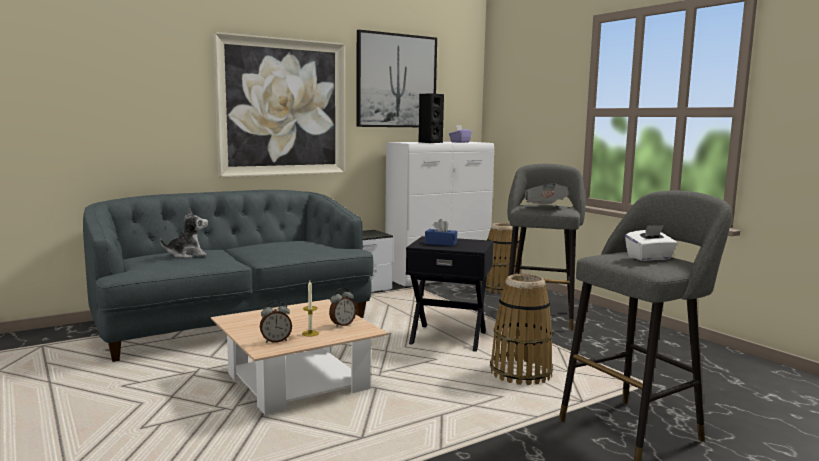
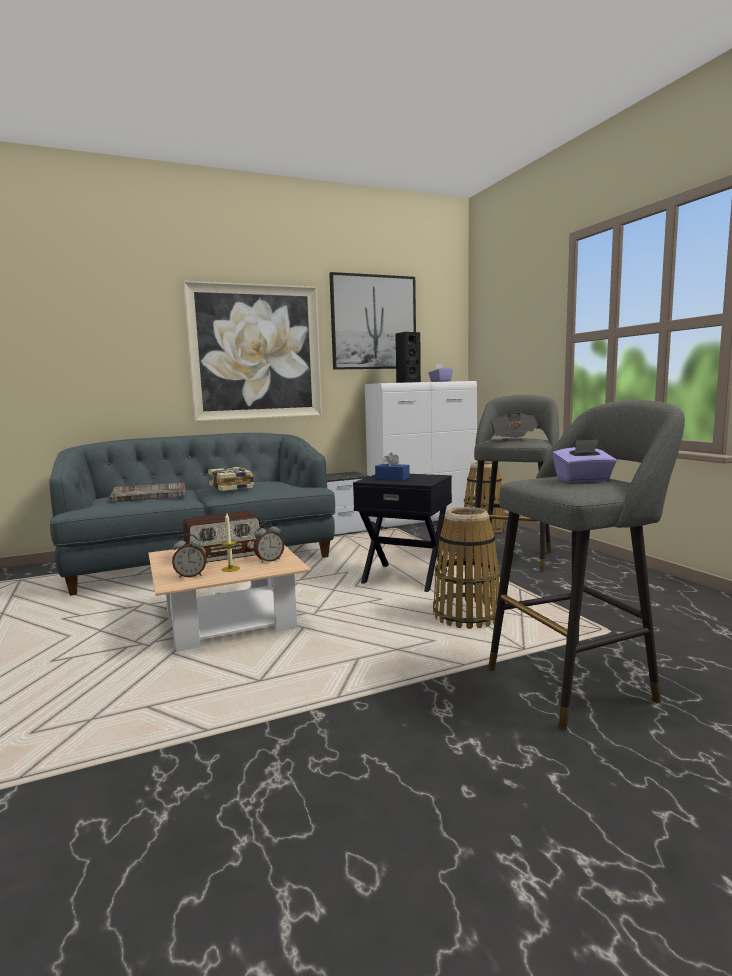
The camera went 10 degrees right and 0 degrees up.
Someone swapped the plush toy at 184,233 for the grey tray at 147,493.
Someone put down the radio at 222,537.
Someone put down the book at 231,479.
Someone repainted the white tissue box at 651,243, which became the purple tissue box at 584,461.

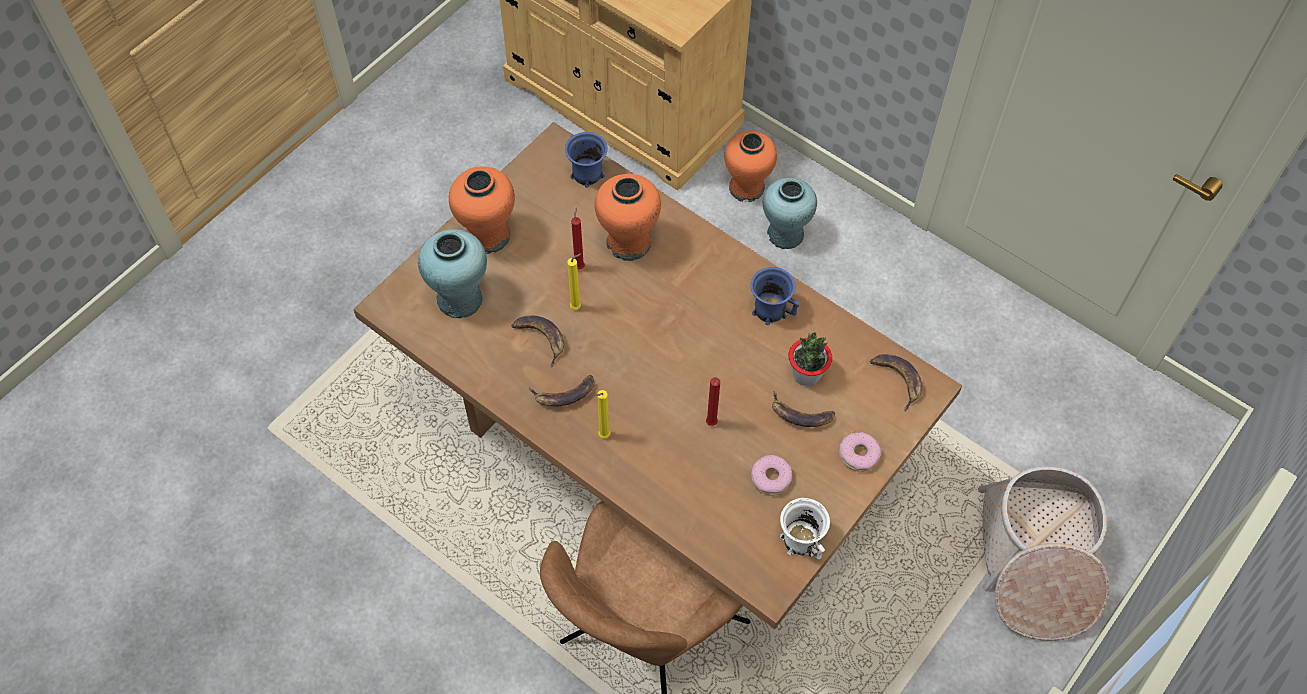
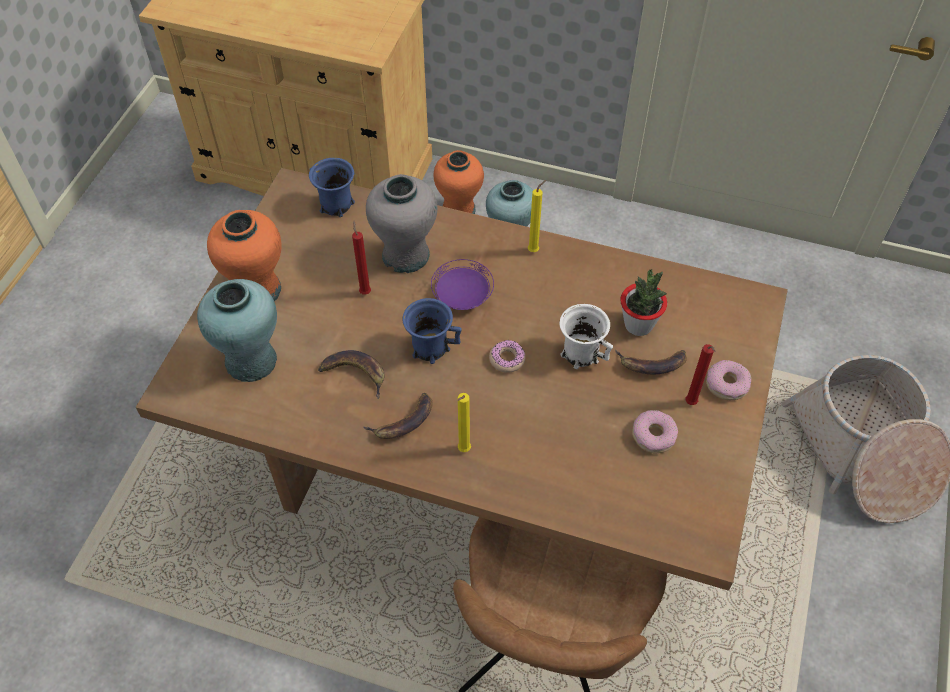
The camera went 20 degrees left and 5 degrees down.
Someone repainted the orange vase at 628,217, which became the grey vase at 402,223.
Someone carried the blue mug from 775,296 to 432,331.
Someone put down the purple plate at 462,284.
Someone put down the donut at 507,356.
Someone carried the yellow candle from 574,281 to 537,216.
Someone carried the white mug from 805,529 to 586,336.
Someone carried the red candle from 713,401 to 700,374.
Someone took away the banana at 896,382.

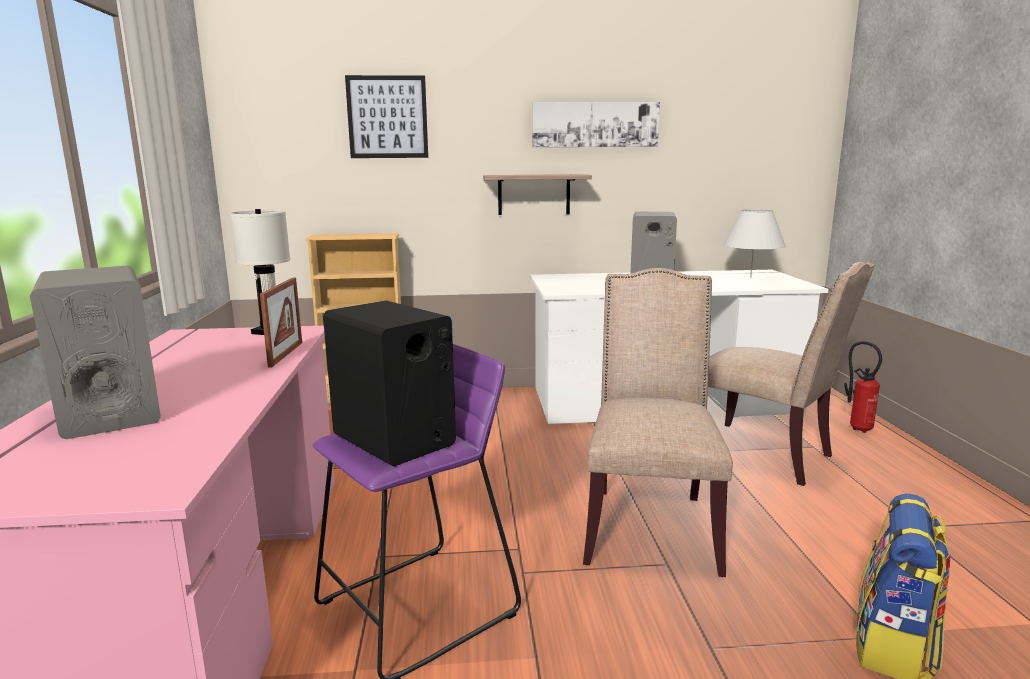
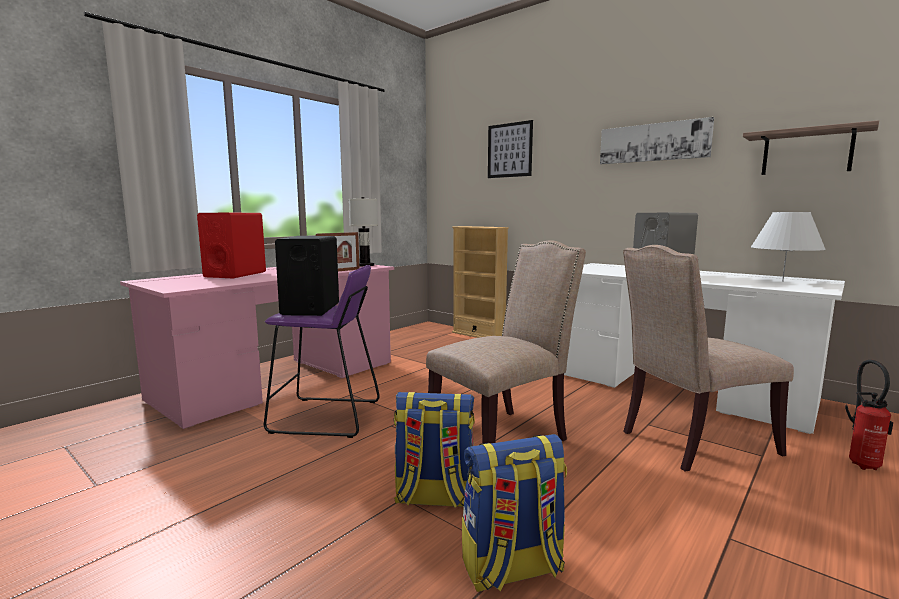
The camera went 45 degrees right and 5 degrees down.
Someone repainted the grey speaker at 95,352, which became the red speaker at 231,245.
Someone put down the backpack at 434,450.
Someone rotated the beige chair at 791,374 by 75 degrees clockwise.
Someone carried the shelf from 537,194 to 811,147.

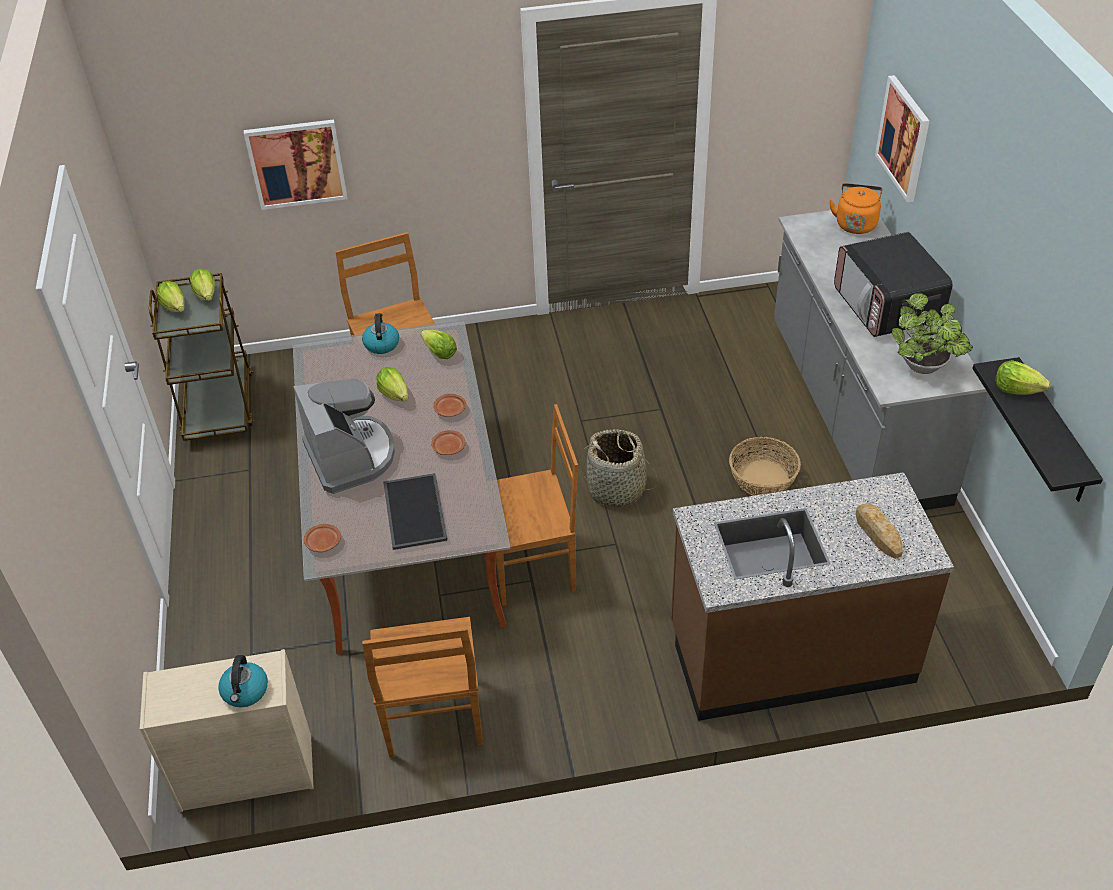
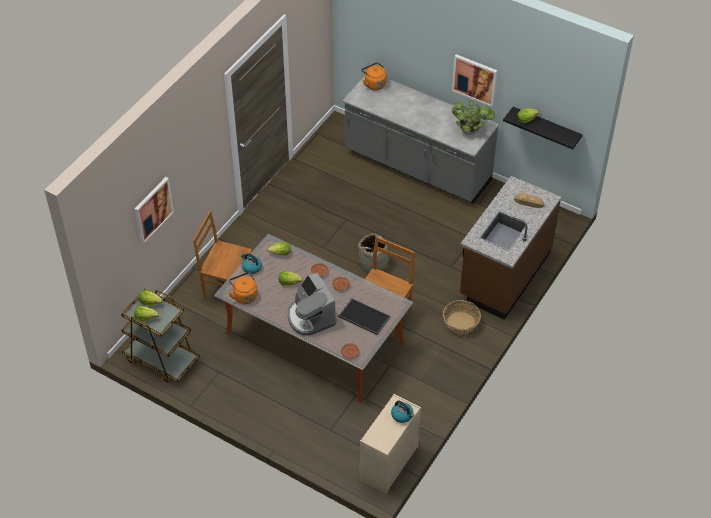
The camera went 50 degrees left and 5 degrees up.
Someone put down the orange kettle at 243,288.
Someone rotated the coffee machine at 344,436 by 135 degrees counterclockwise.
Someone carried the basket from 765,466 to 462,317.
Someone carried the picture from 902,138 to 474,80.
Someone took away the brown chair at 422,687.
Someone took away the microwave at 893,284.

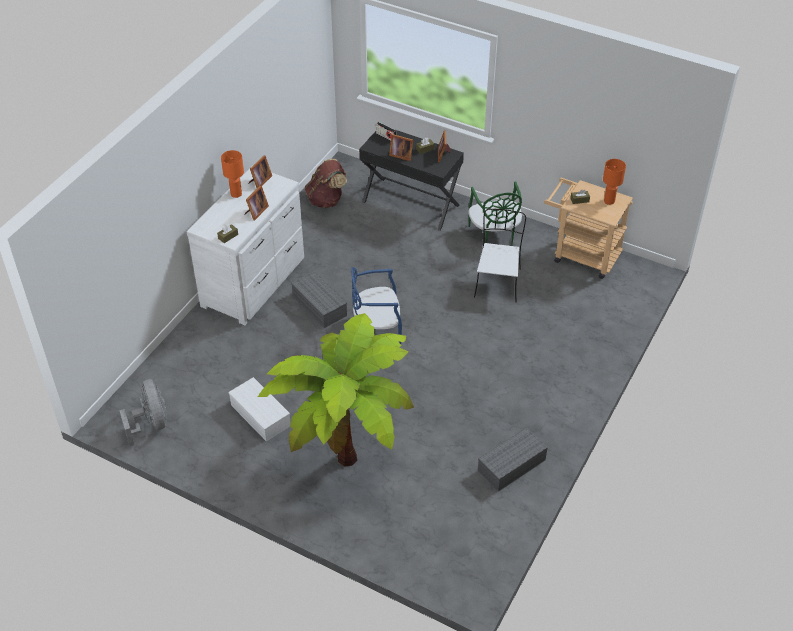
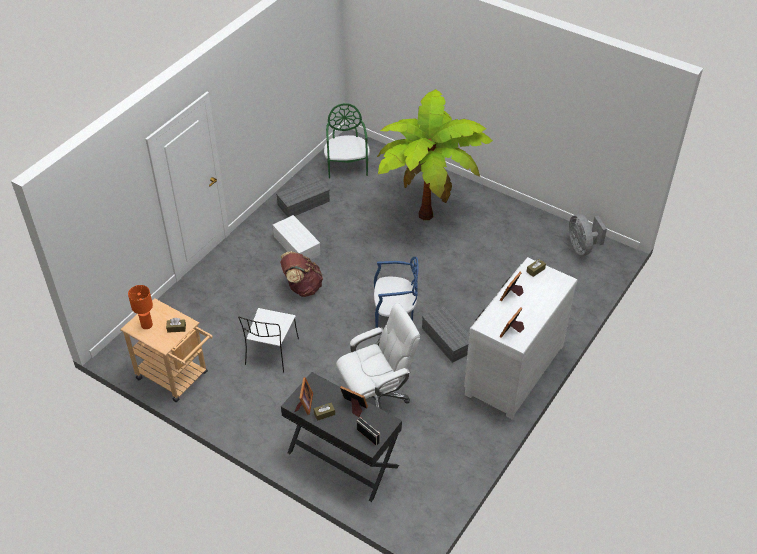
The camera went 175 degrees left and 0 degrees up.
Someone carried the white storage box from 259,409 to 296,237.
Someone carried the brown backpack from 326,183 to 301,274.
Someone carried the green chair from 495,214 to 347,141.
Someone put down the white office chair at 378,356.
Someone took away the orange table lamp at 232,174.

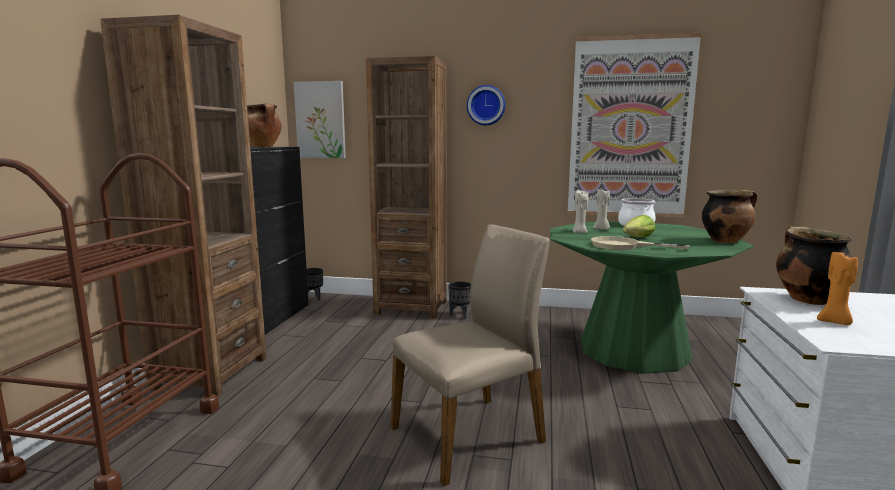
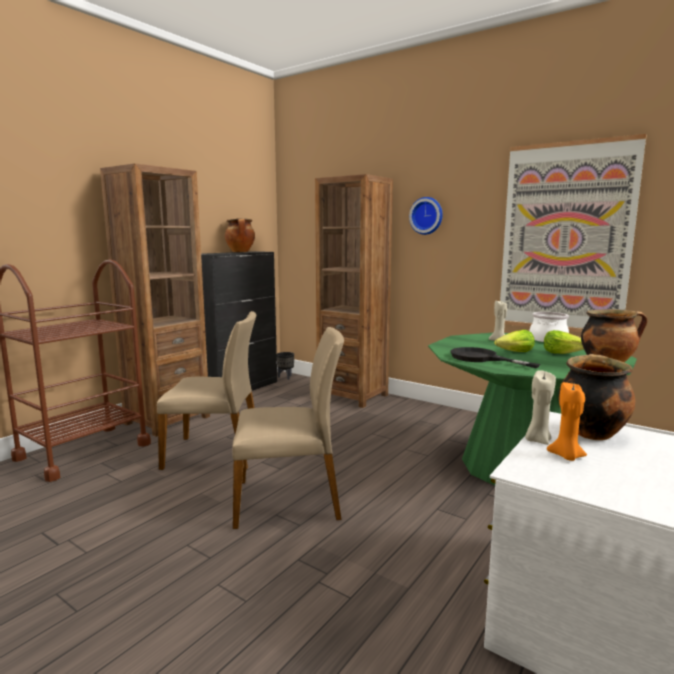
The camera went 25 degrees right and 0 degrees up.
Someone put down the beige chair at 206,390.
Someone repainted the beige frying pan at 640,243, which became the black frying pan at 495,357.
Someone carried the beige candle from 581,211 to 540,407.
Someone put down the lettuce at 564,342.
Someone took away the picture at 320,119.
Someone took away the black planter at 459,300.

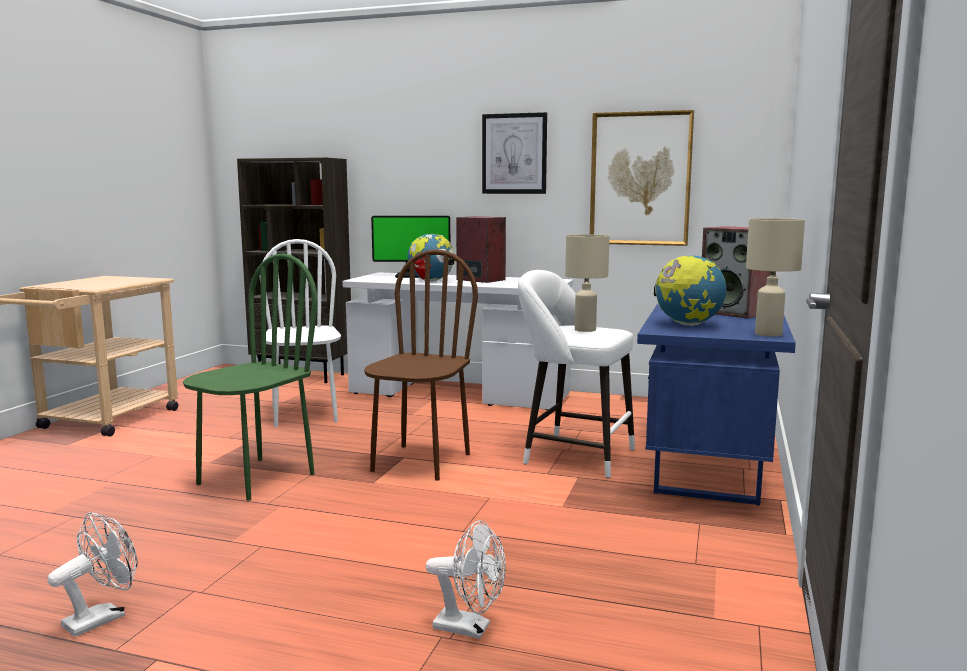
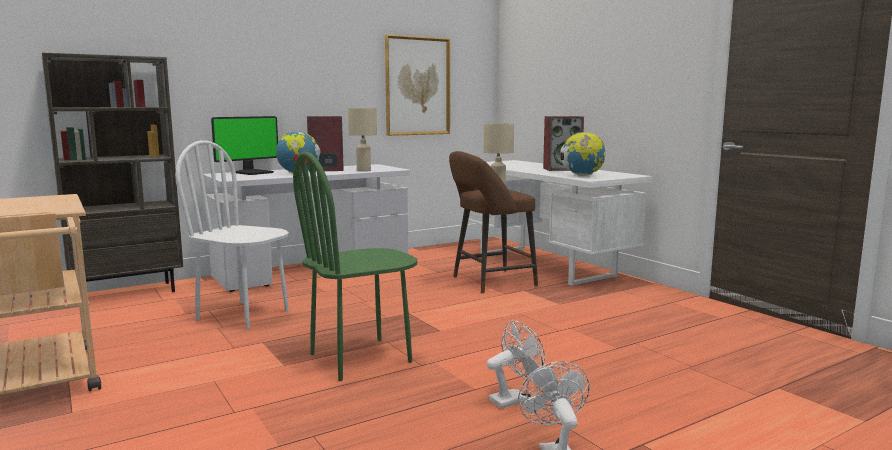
The camera went 50 degrees left and 0 degrees up.
Someone rotated the green chair at 250,377 by 105 degrees counterclockwise.
Someone carried the beige table lamp from 775,277 to 362,140.
Someone repainted the white stool at 576,374, which became the brown stool at 493,222.
Someone repainted the blue desk at 716,404, which became the white desk at 560,223.
Someone carried the white fan from 465,579 to 516,364.
Someone took away the brown chair at 421,365.
Someone took away the picture at 514,153.

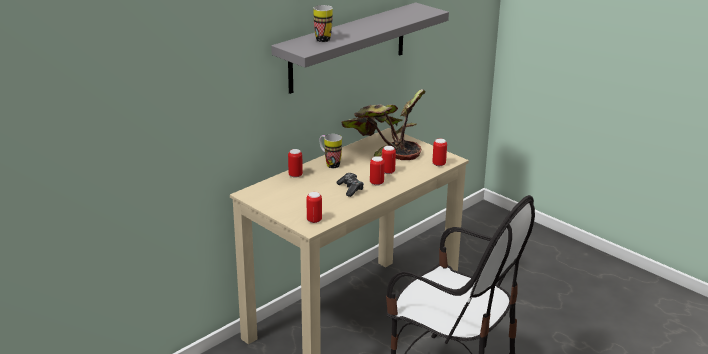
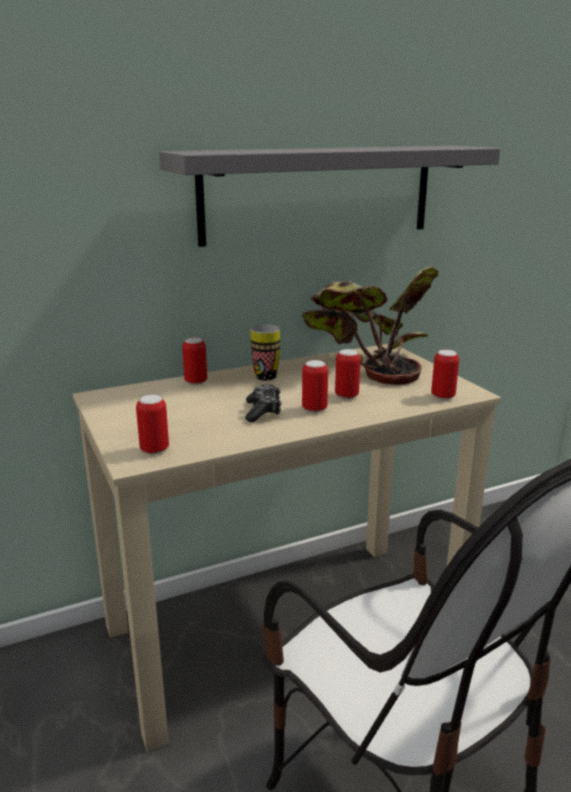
The camera went 20 degrees right and 5 degrees down.
Someone took away the mug at 323,23.

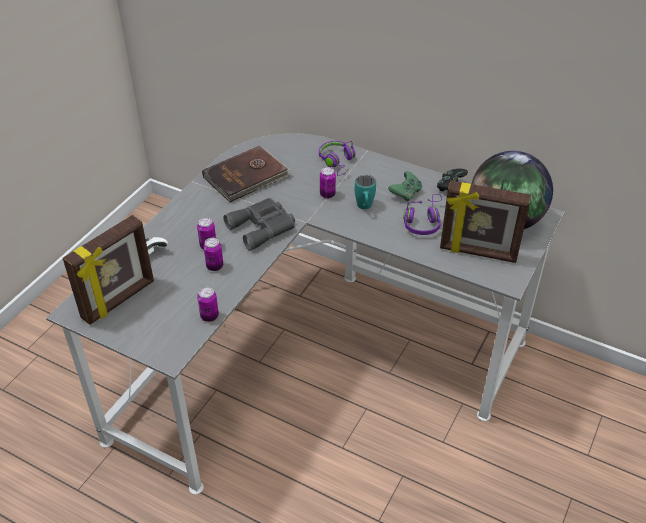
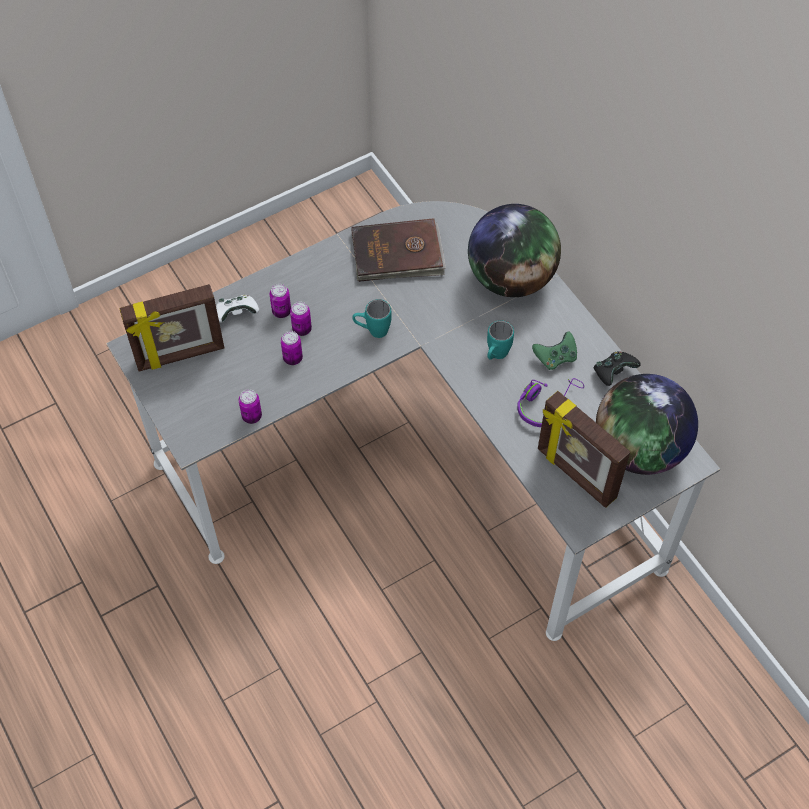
The camera went 30 degrees right and 15 degrees up.
Someone carried the can from 328,182 to 280,301.
Someone swapped the grey binoculars at 259,224 for the turquoise mug at 372,318.
Someone swapped the purple headphones at 337,158 for the globe at 514,250.

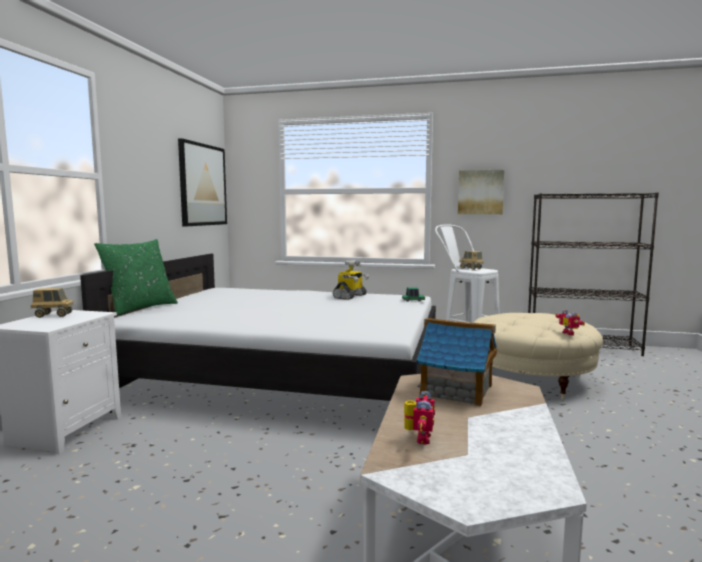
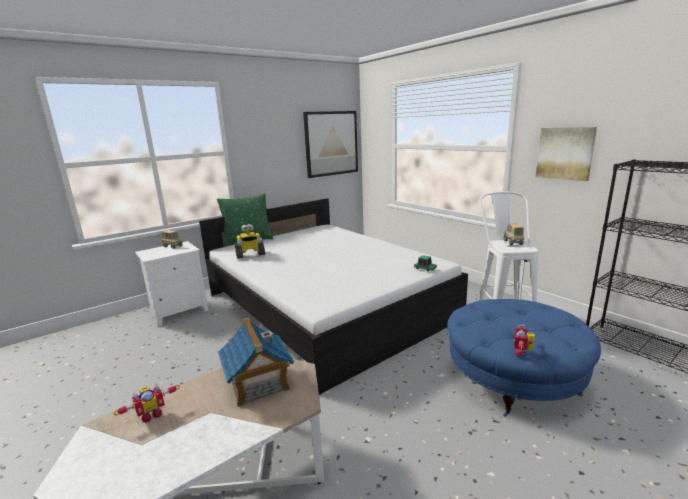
The camera went 40 degrees right and 10 degrees up.
Someone carried the toy robot from 351,280 to 250,241.
Someone repainted the beige ottoman at 538,356, which became the blue ottoman at 524,357.

